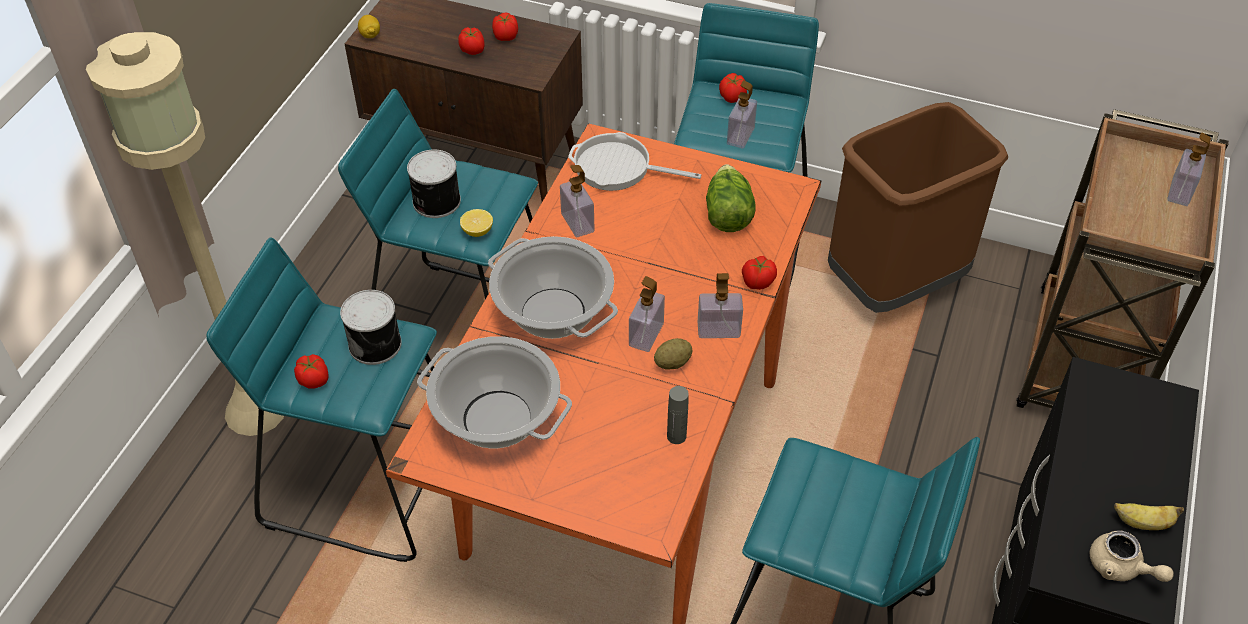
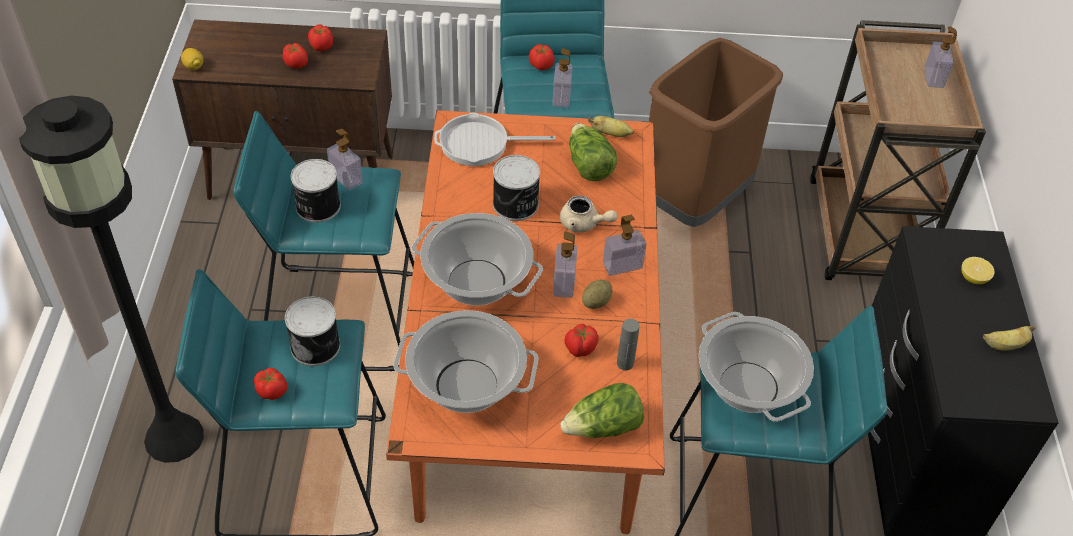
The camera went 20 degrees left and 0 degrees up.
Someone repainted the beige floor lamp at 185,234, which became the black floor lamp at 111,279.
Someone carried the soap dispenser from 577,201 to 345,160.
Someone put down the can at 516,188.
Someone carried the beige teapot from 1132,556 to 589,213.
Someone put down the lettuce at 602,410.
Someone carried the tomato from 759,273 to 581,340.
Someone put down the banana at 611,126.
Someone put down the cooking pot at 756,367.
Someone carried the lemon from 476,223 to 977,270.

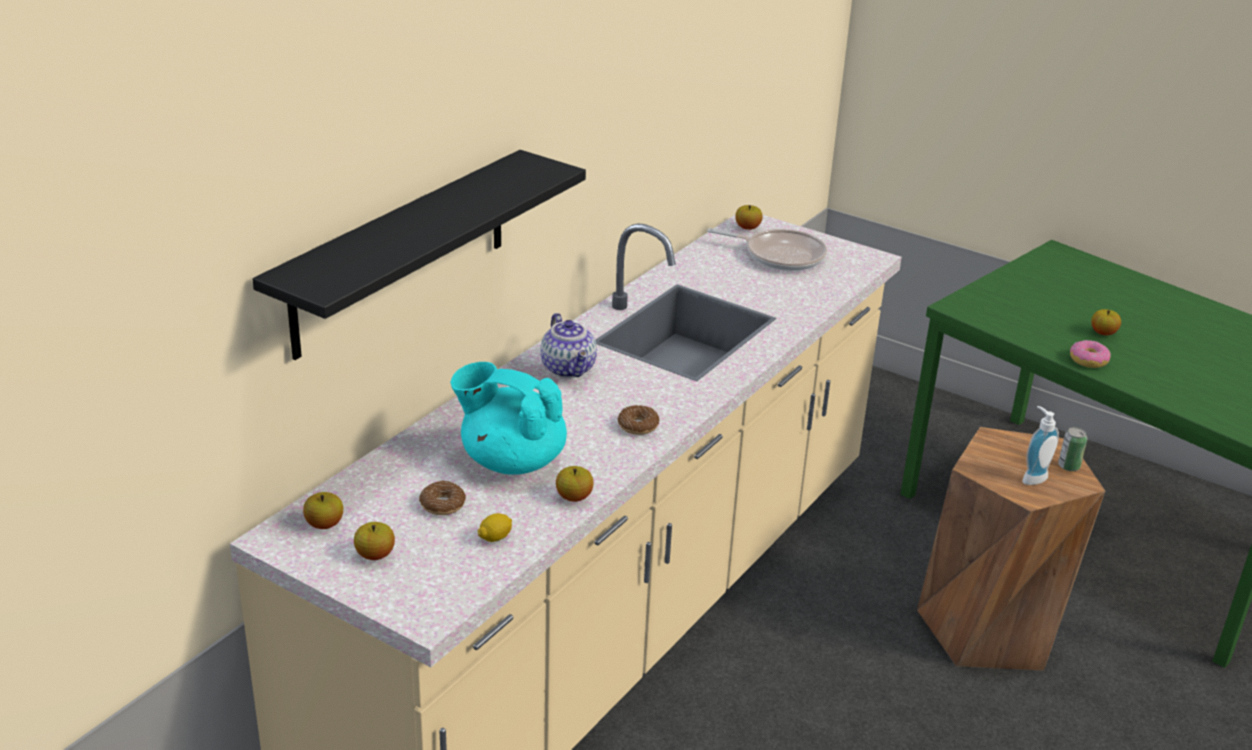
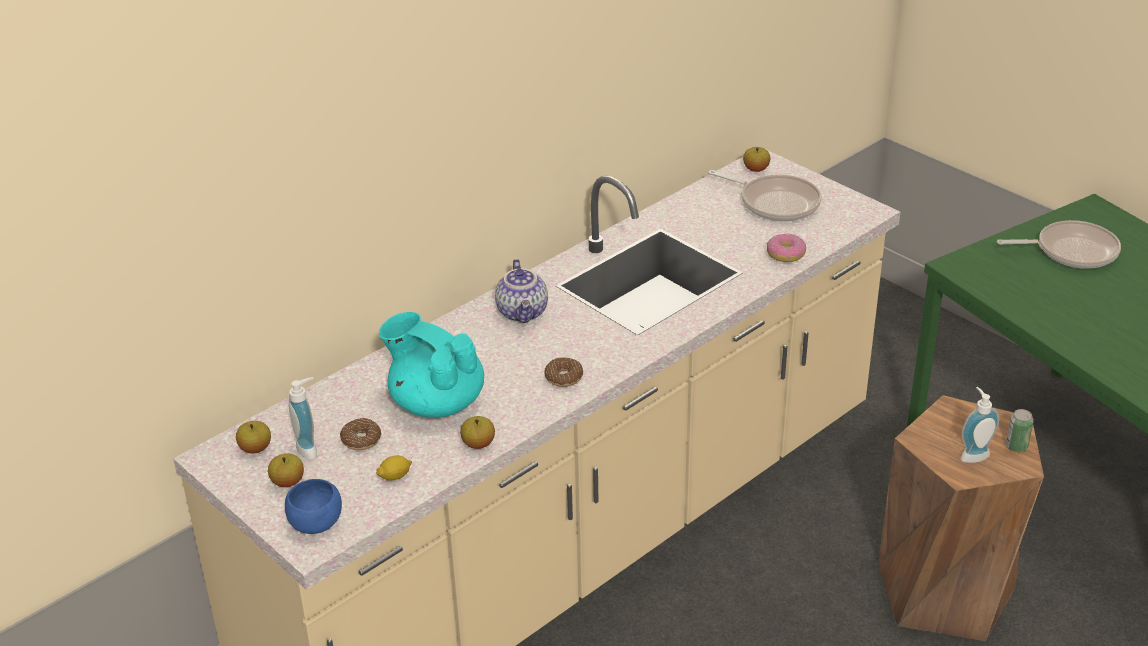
The camera went 15 degrees right and 5 degrees up.
Someone put down the blue bowl at 313,506.
Someone put down the soap dispenser at 302,418.
Someone carried the donut from 1090,354 to 786,248.
Someone put down the frying pan at 1059,244.
Someone took away the black shelf at 419,255.
Someone took away the apple at 1106,322.

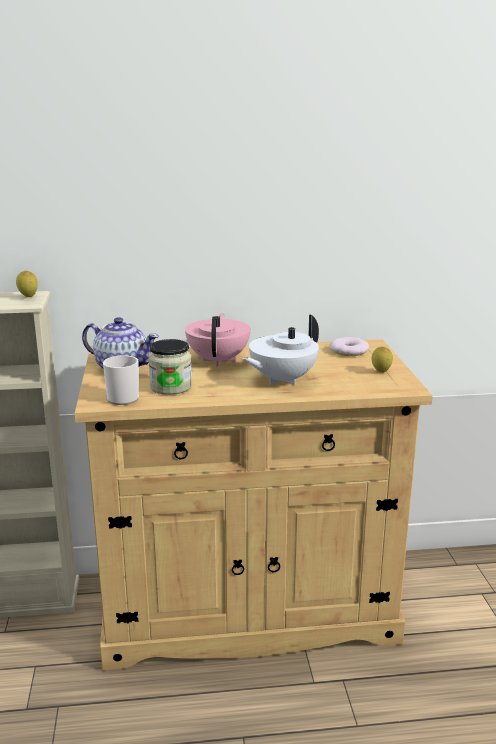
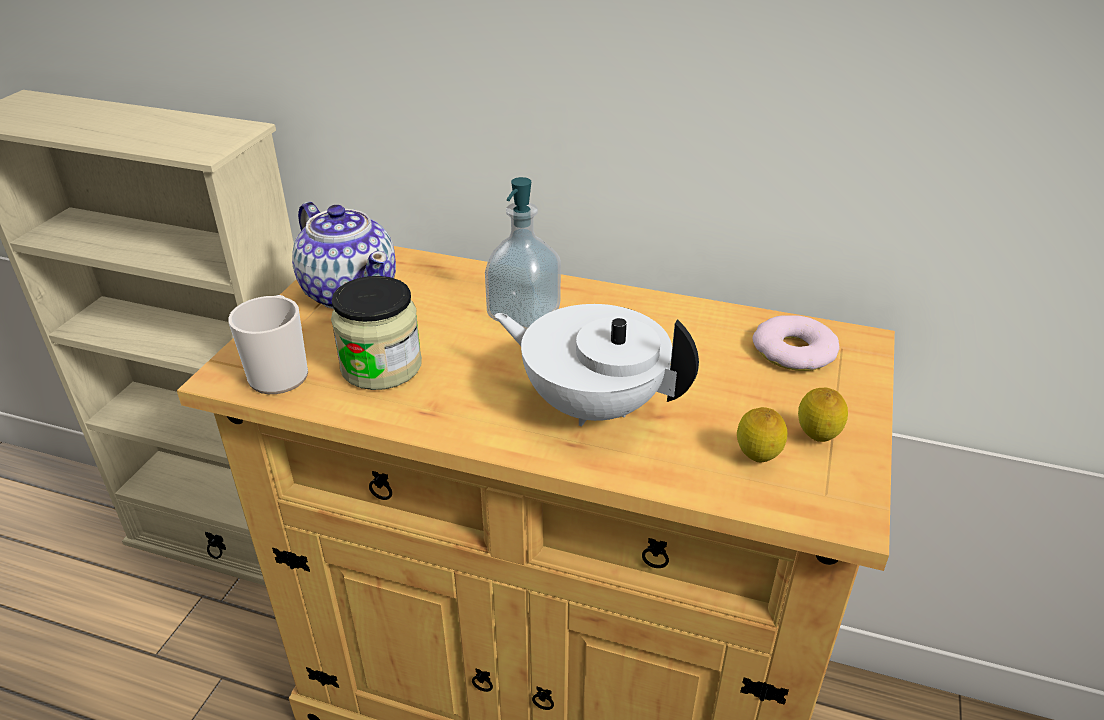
The camera went 25 degrees right and 15 degrees up.
Someone swapped the pink teapot at 218,340 for the soap dispenser at 523,253.
Someone rotated the white teapot at 280,349 by 45 degrees clockwise.
Someone carried the lemon from 27,284 to 762,434.

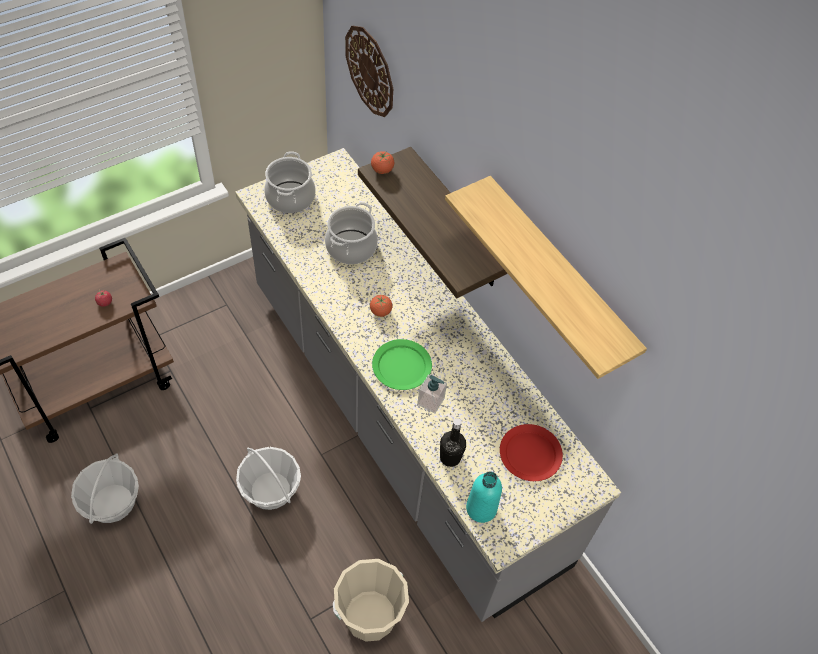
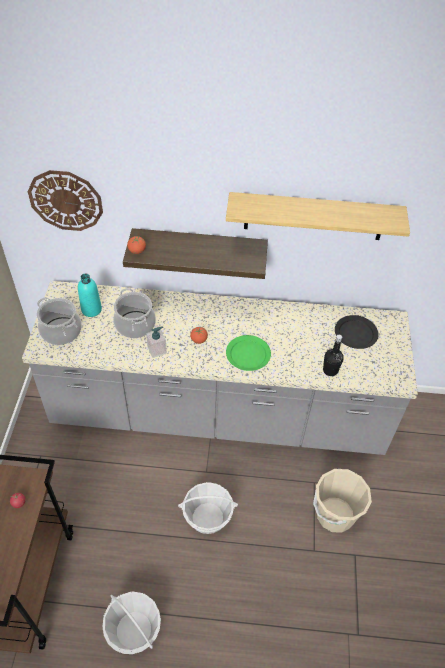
The camera went 50 degrees left and 5 degrees down.
Someone carried the turquoise bottle from 484,497 to 90,295.
Someone carried the soap dispenser from 432,394 to 156,342.
Someone repainted the red plate at 531,452, which became the black plate at 357,332.

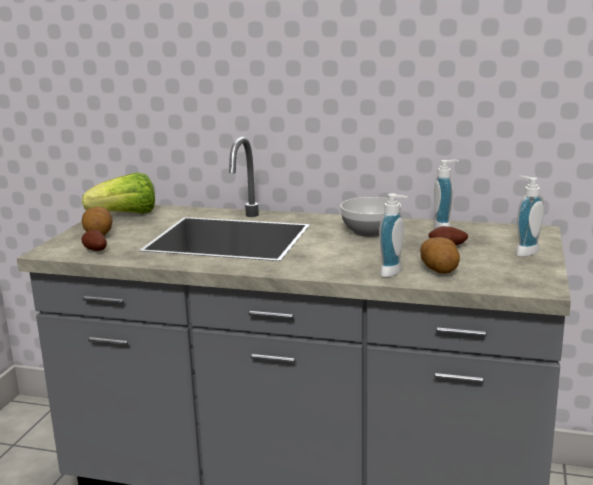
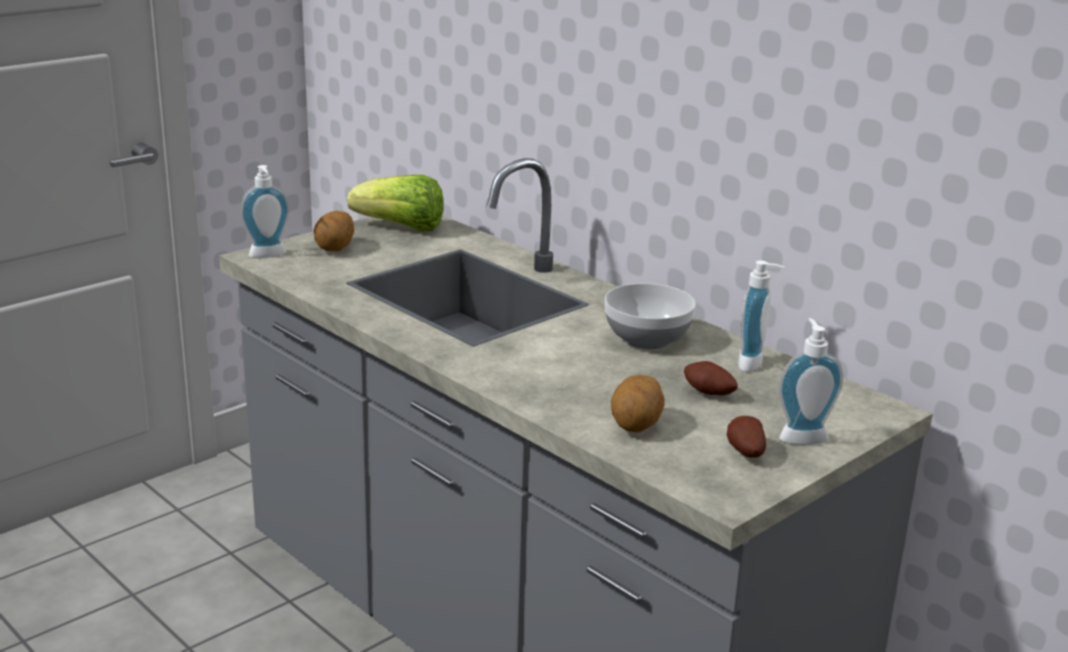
The camera went 30 degrees right and 5 degrees up.
Someone carried the soap dispenser from 393,235 to 265,211.
Someone carried the potato from 94,240 to 746,437.

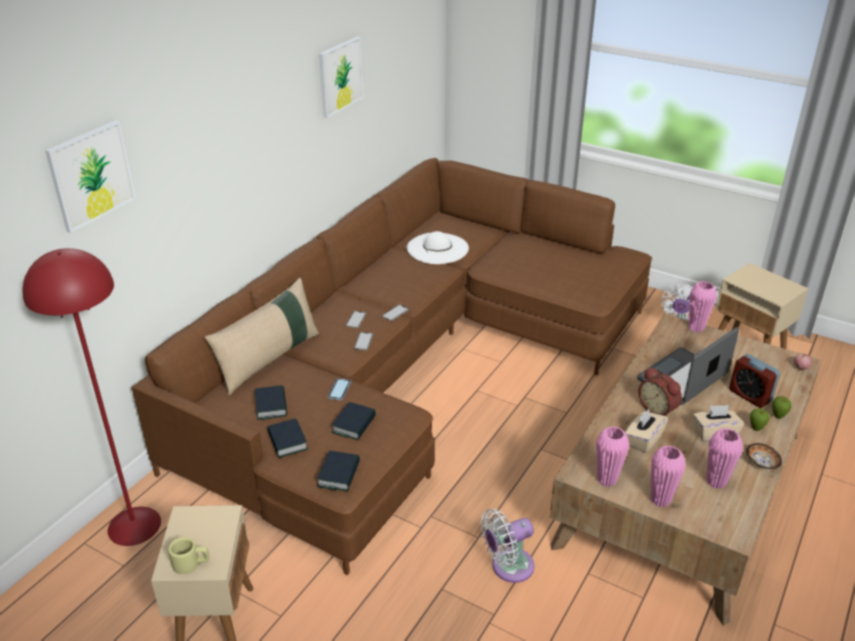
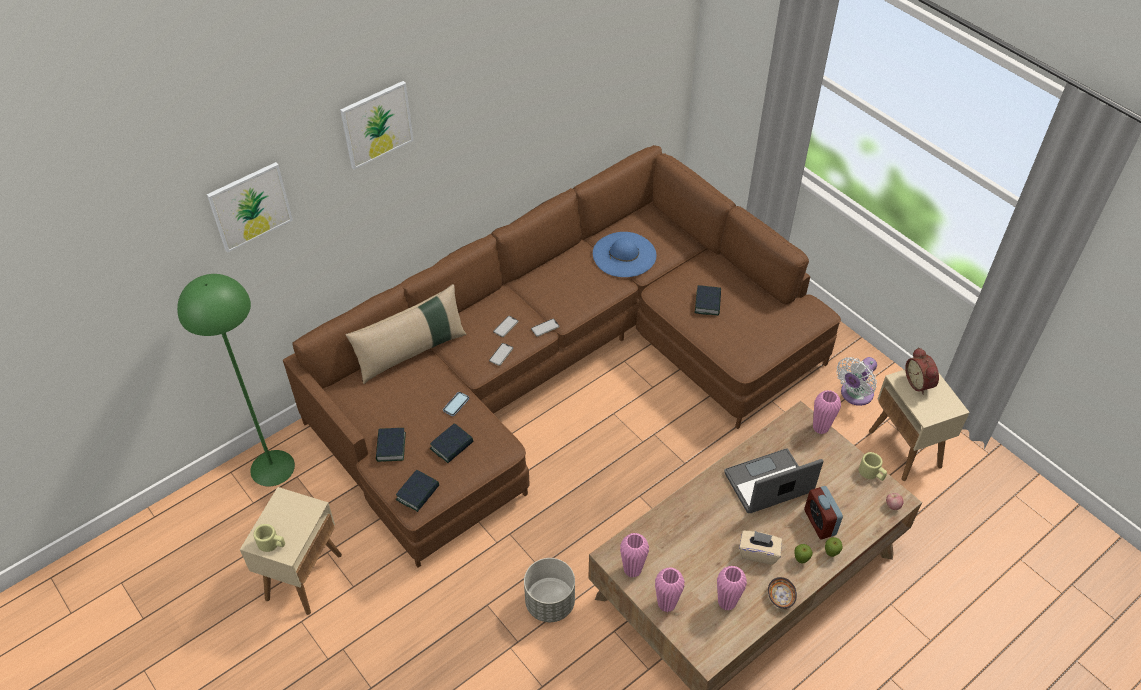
The camera went 20 degrees right and 15 degrees up.
Someone repainted the red floor lamp at 91,397, which became the green floor lamp at 236,380.
Someone carried the picture from 341,77 to 377,125.
Someone swapped the white fan at 507,546 for the grey planter at 549,590.
Someone repainted the white hat at 438,247, which became the blue hat at 624,254.
Someone carried the book from 271,402 to 708,300.
Someone put down the beige mug at 873,466.
Someone carried the alarm clock from 660,393 to 922,370.
Someone took away the beige tissue box at 646,431.

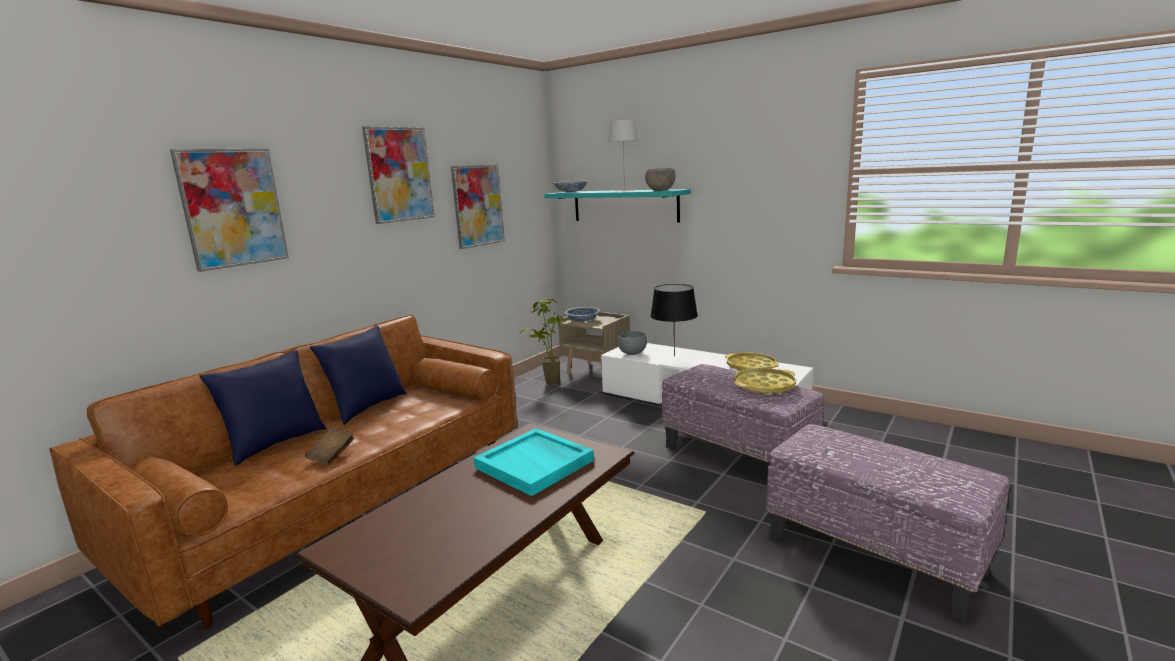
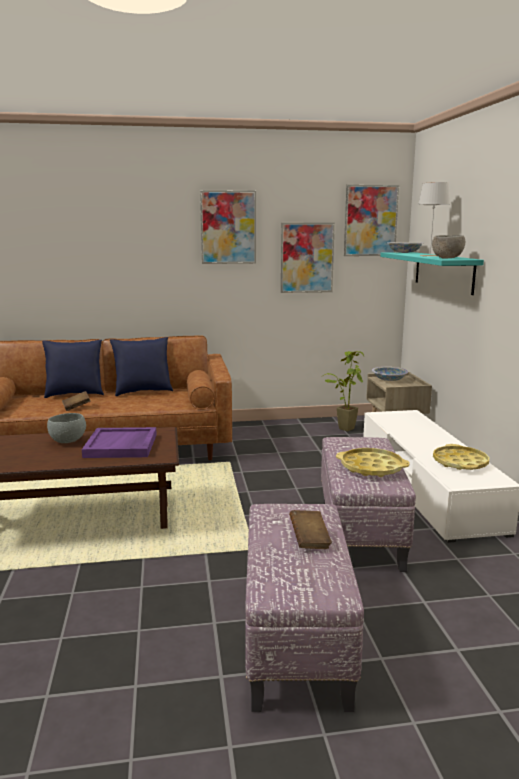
The camera went 45 degrees right and 0 degrees up.
Someone carried the grey bowl from 632,343 to 66,428.
Someone repainted the turquoise tray at 533,462, which became the purple tray at 119,442.
Someone put down the brown book at 310,529.
Someone carried the picture from 229,210 to 371,220.
Someone took away the black table lamp at 674,320.

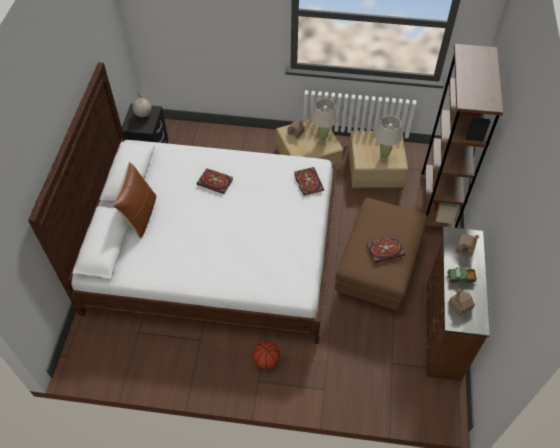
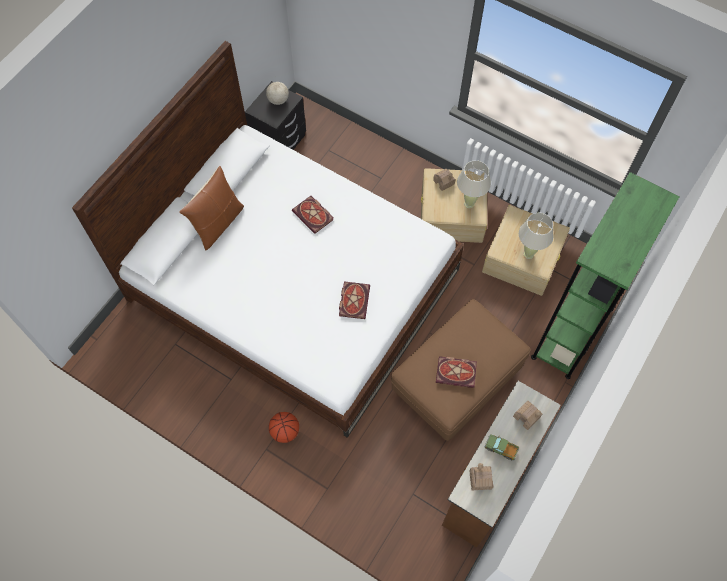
The camera went 25 degrees right and 10 degrees up.
Someone carried the book from 309,181 to 354,300.
Someone repainted the brown bookcase at 462,136, which became the green bookcase at 605,275.

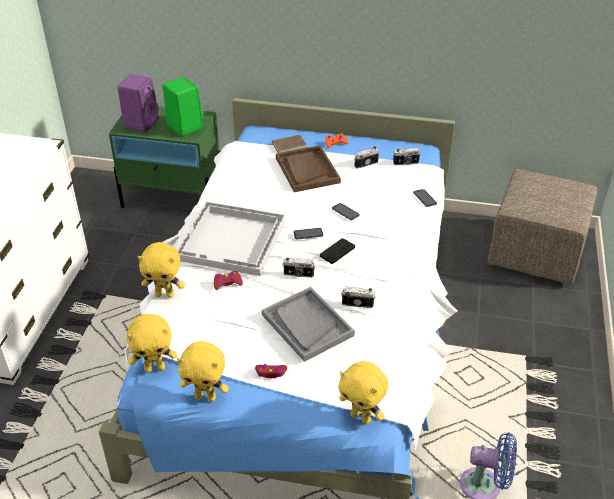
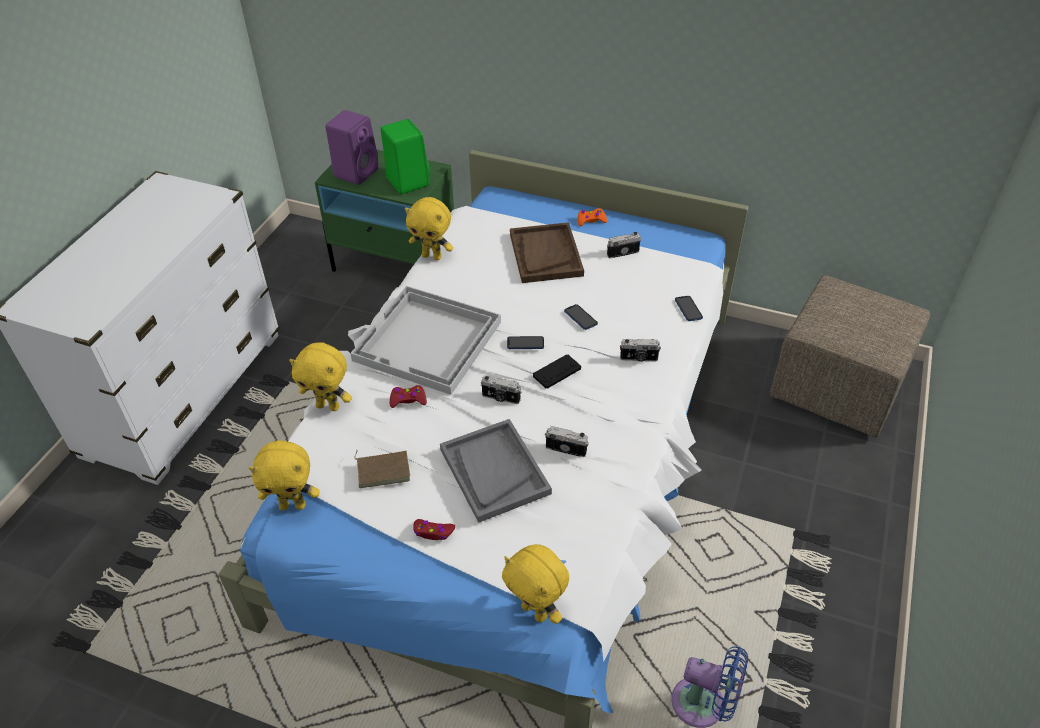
The camera went 10 degrees right and 5 degrees up.
Someone carried the brown book from 288,144 to 382,469.
Someone carried the yellow plush toy from 203,371 to 429,228.
Someone carried the photo camera from 407,156 to 640,350.

